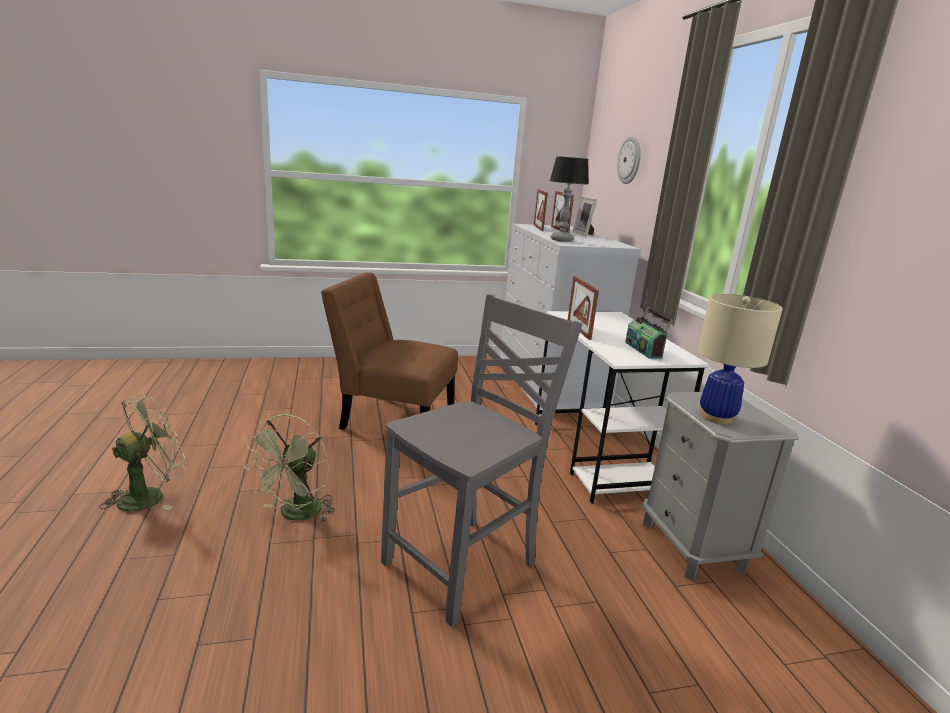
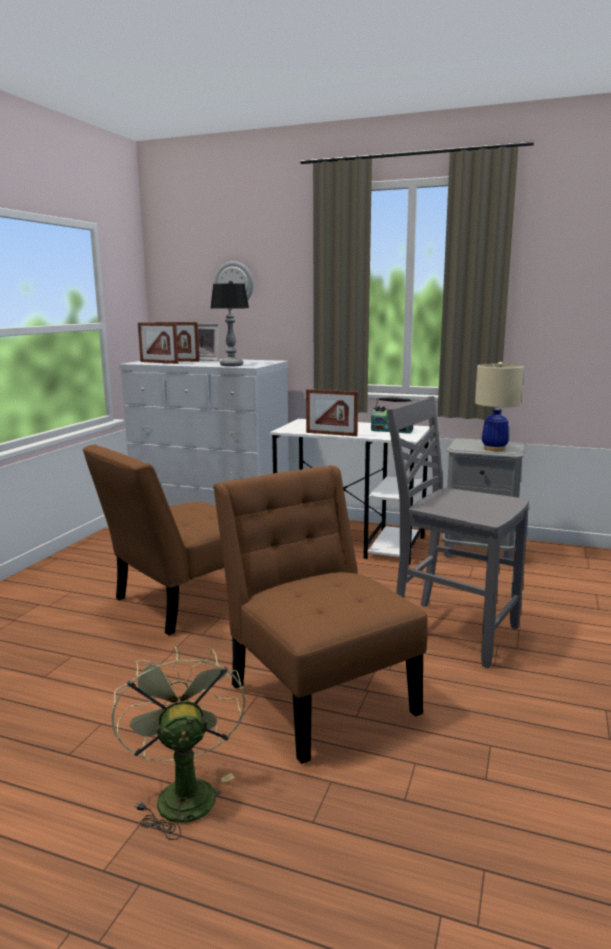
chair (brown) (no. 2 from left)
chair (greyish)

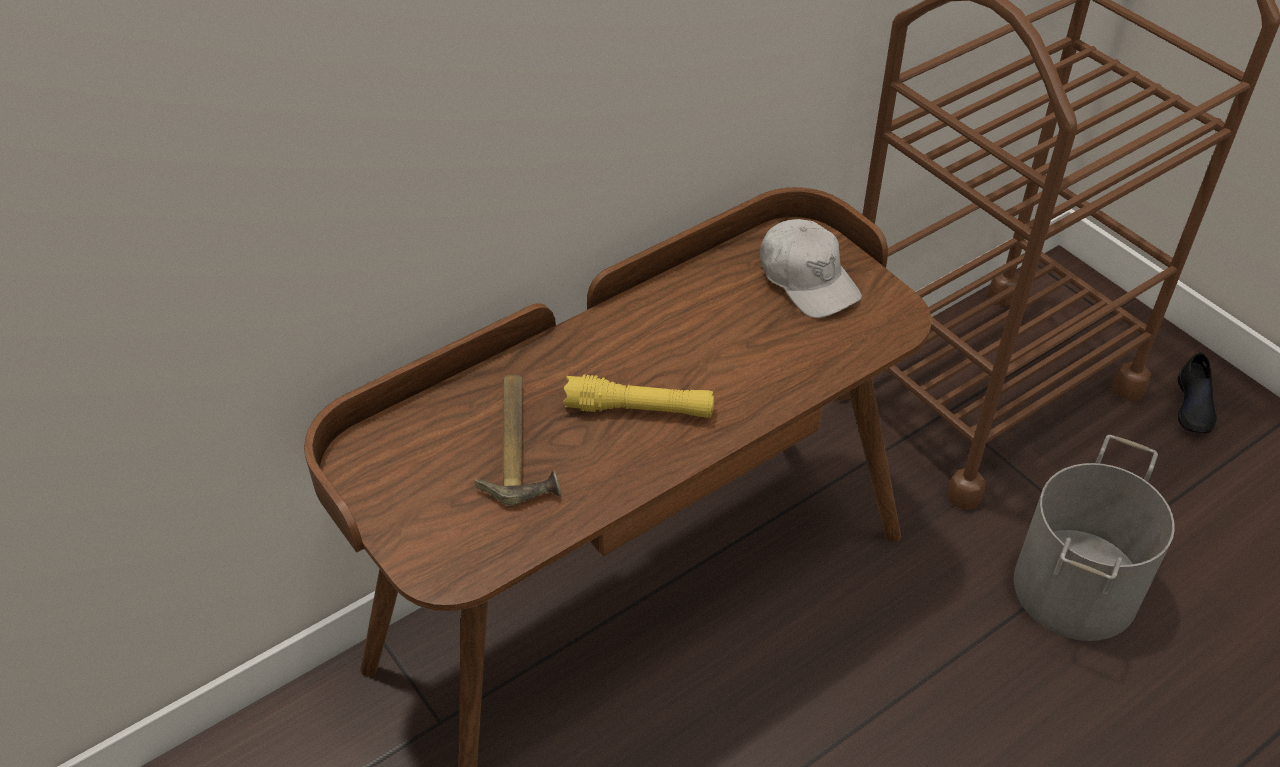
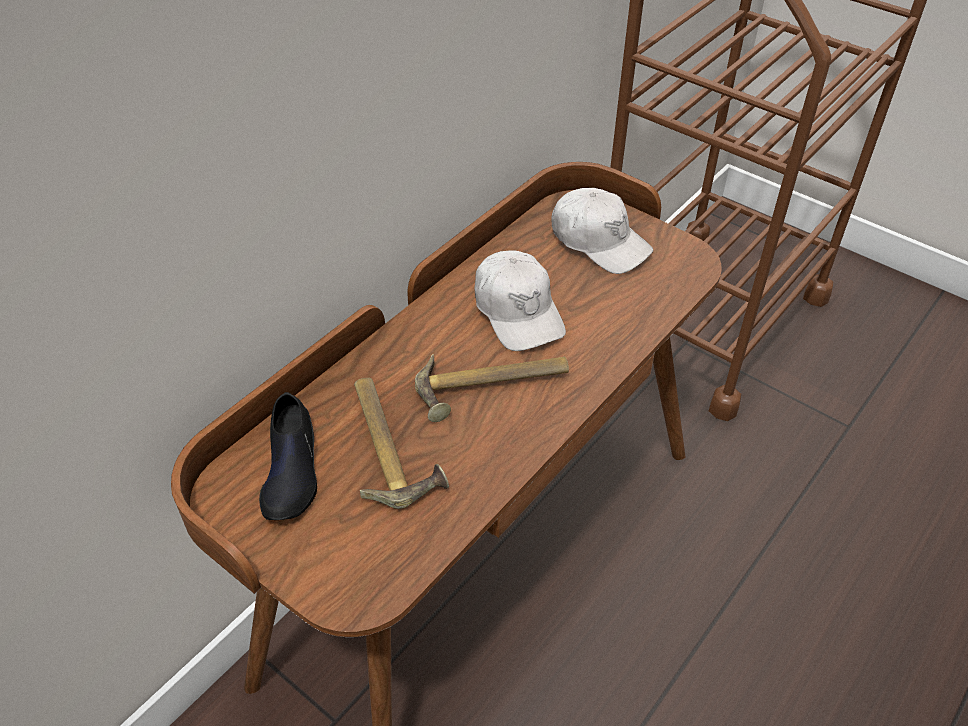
tool hammer (no. 2 from left)
water bucket (greyish)
low shoe (blackish)
peaked cap (white-coloured) (no. 1 from left)

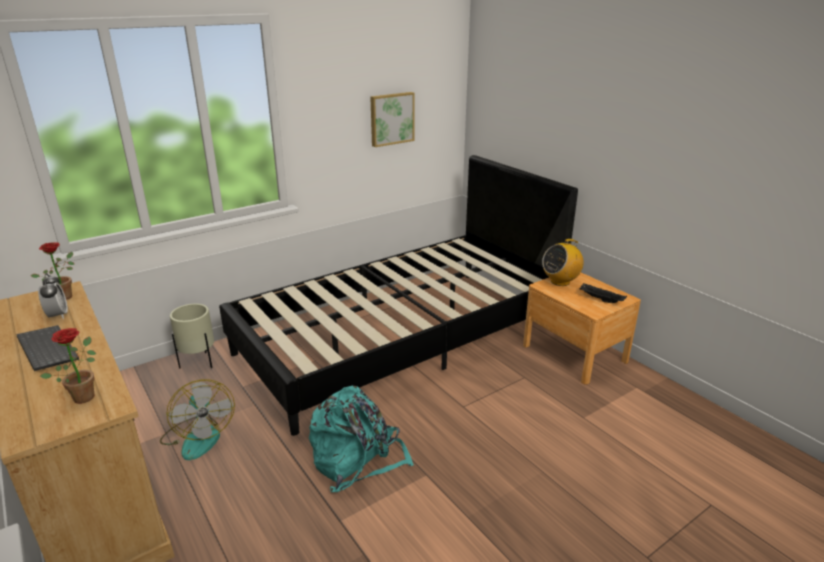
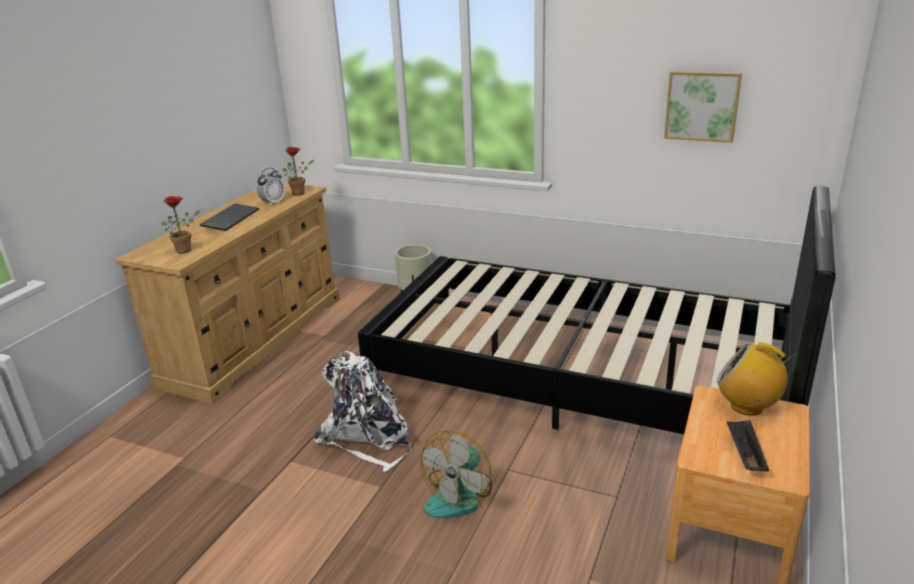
fan
backpack (white-coloured)

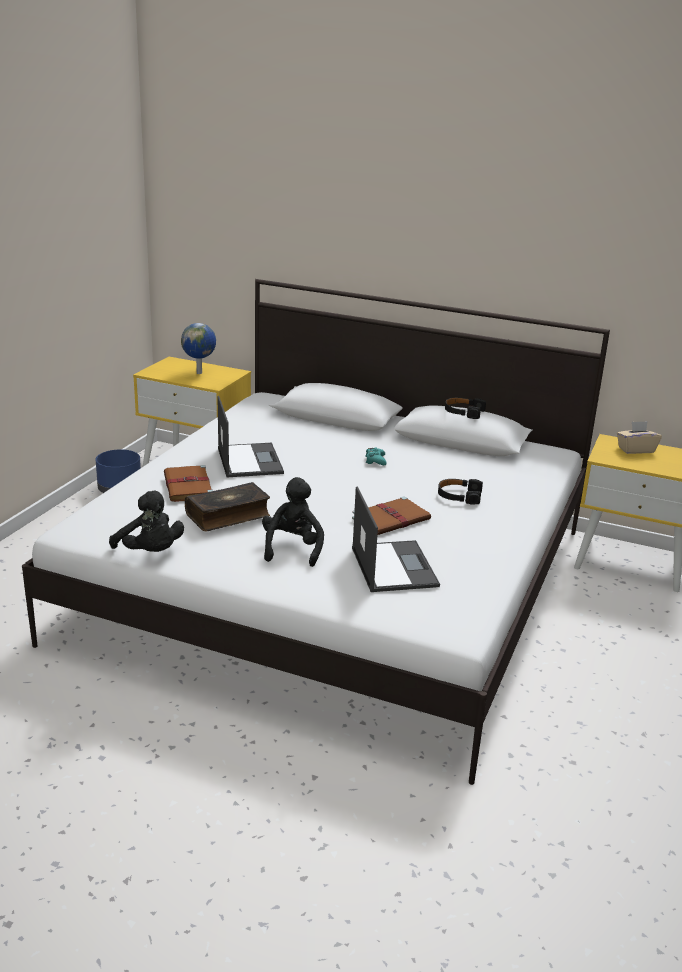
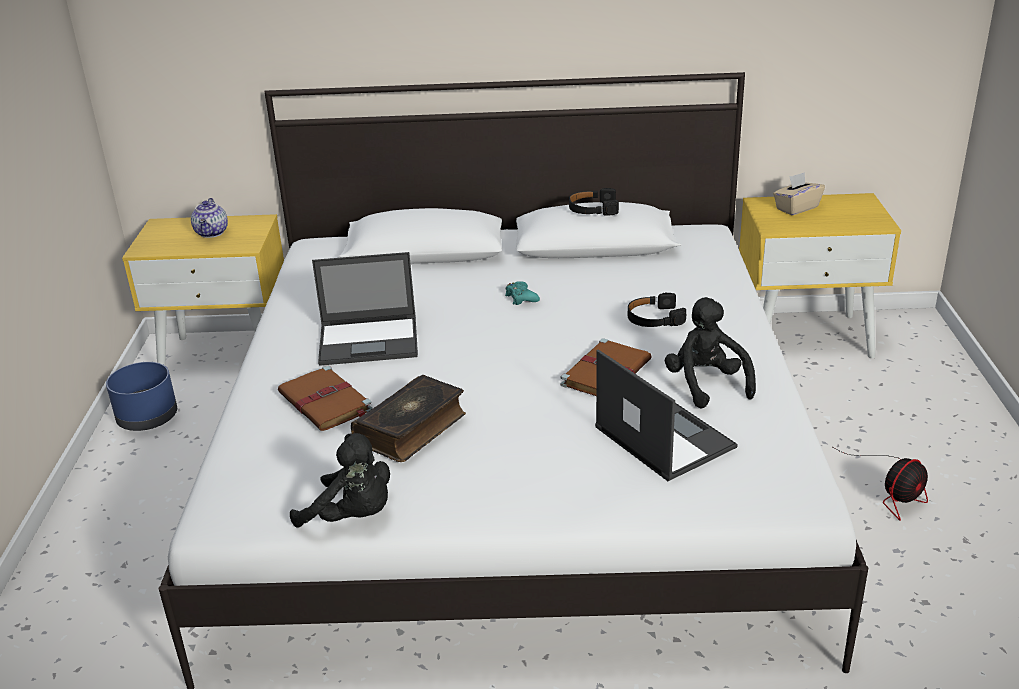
tea pot
notebook computer (no. 1 from left)
plush toy (blackish) (no. 2 from left)
fan

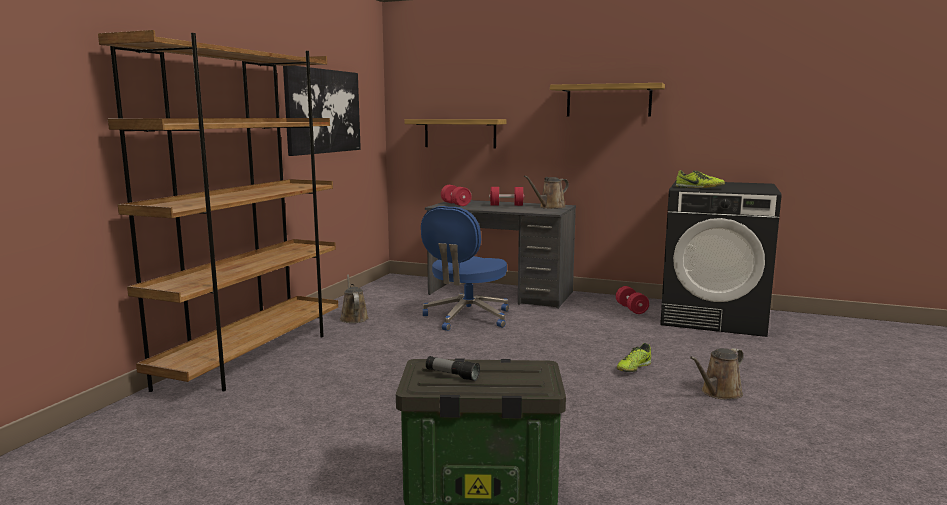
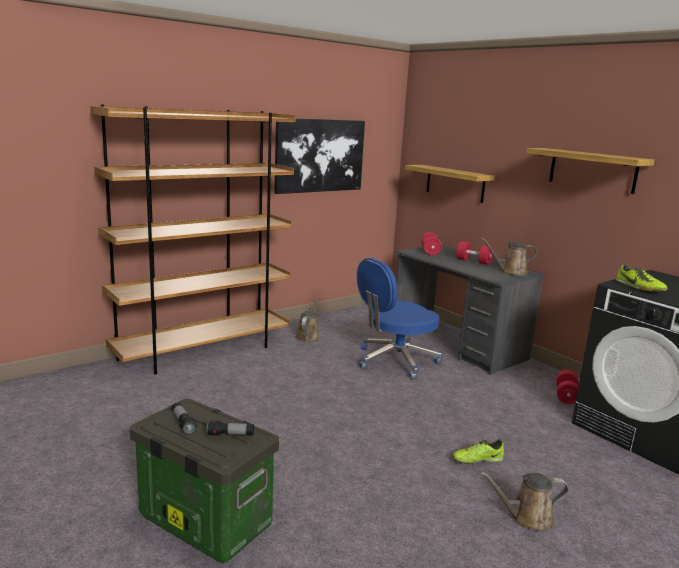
flashlight (no. 2 from left)

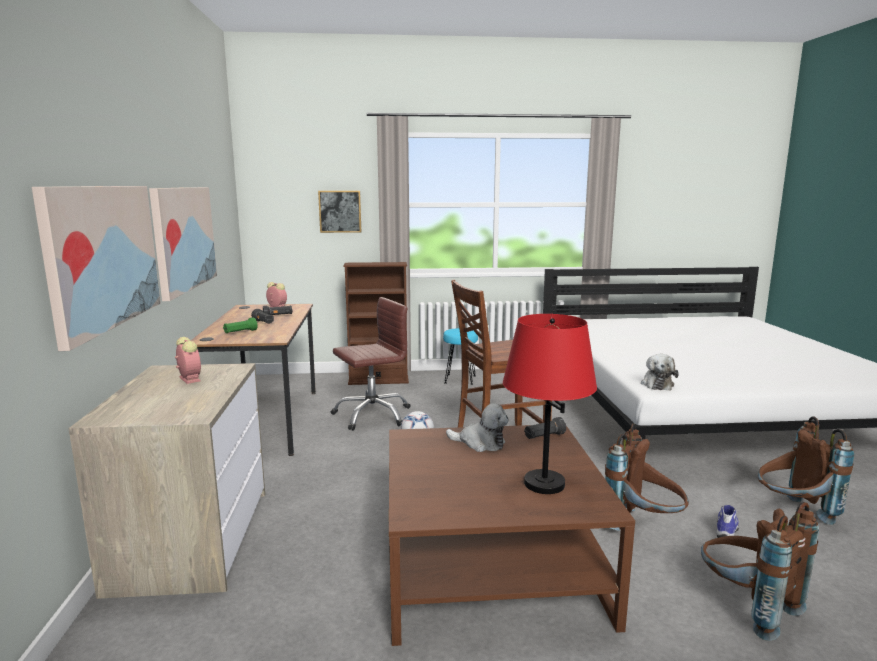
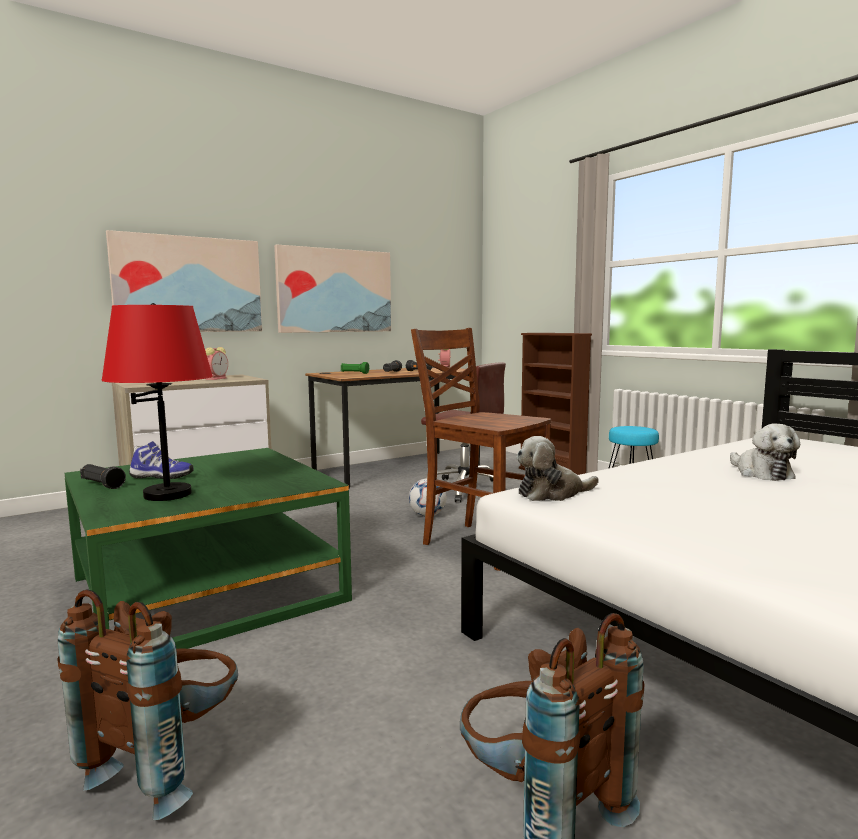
wall picture (no. 3 from left in the first image)
coffee table (green-coloured)
plush toy (no. 2 from left)
flashlight (blackish) (no. 1 from left)
backpack (brown) (no. 1 from left in the first image)
low shoe

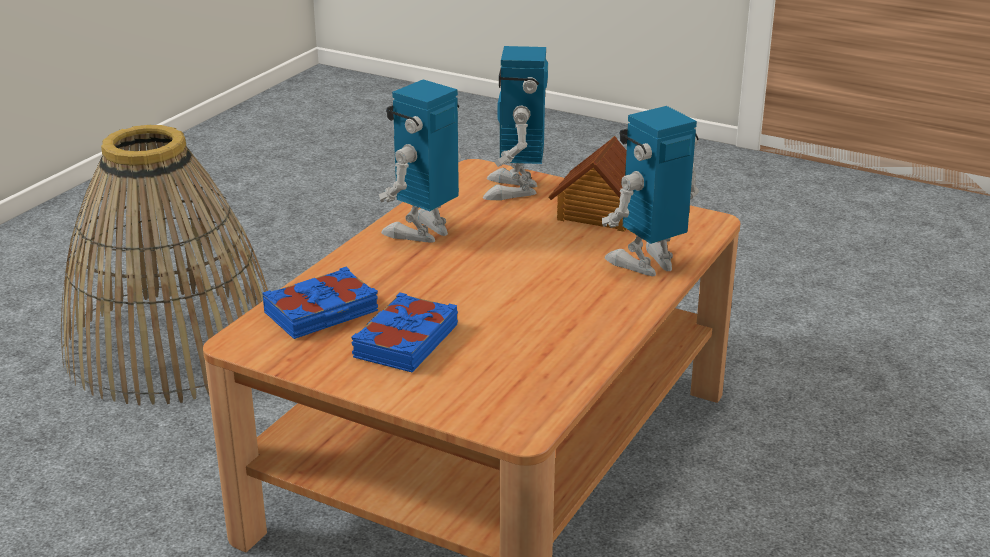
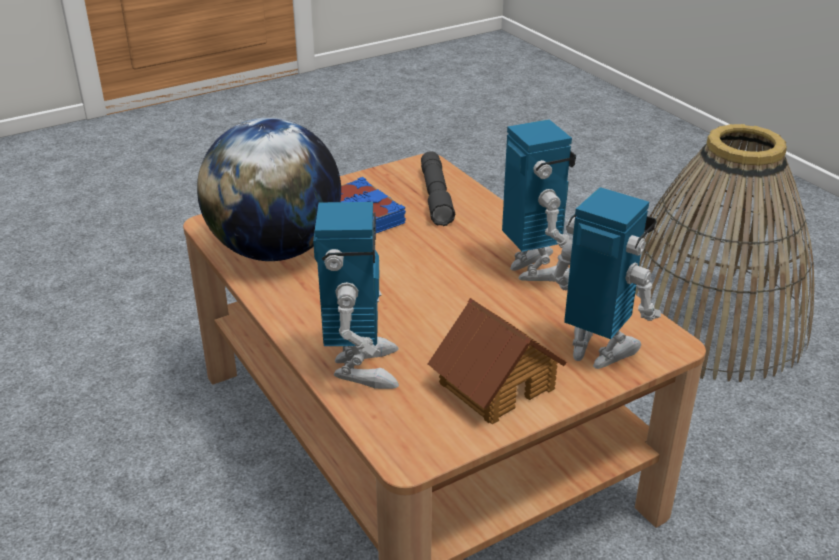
flashlight (greyish)
globe

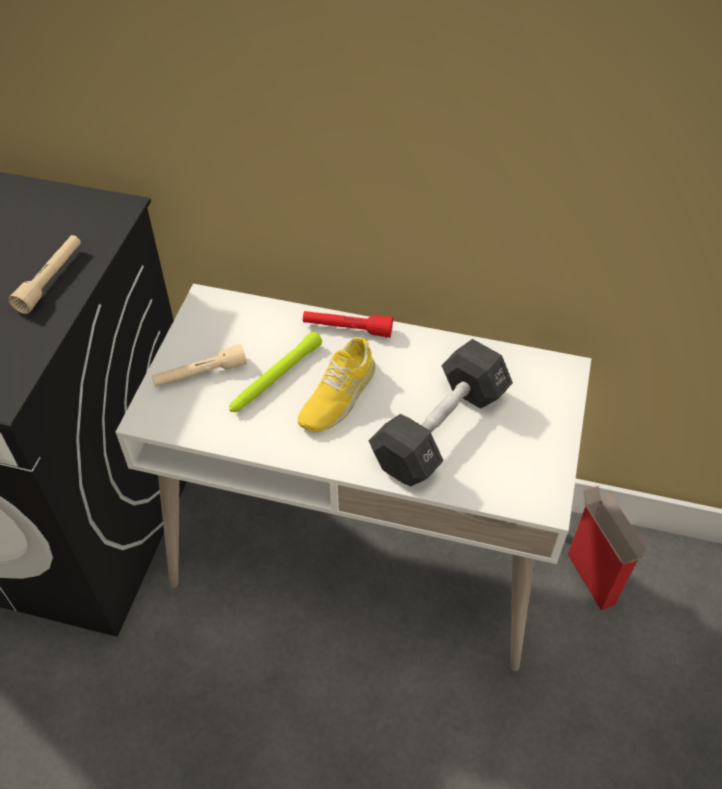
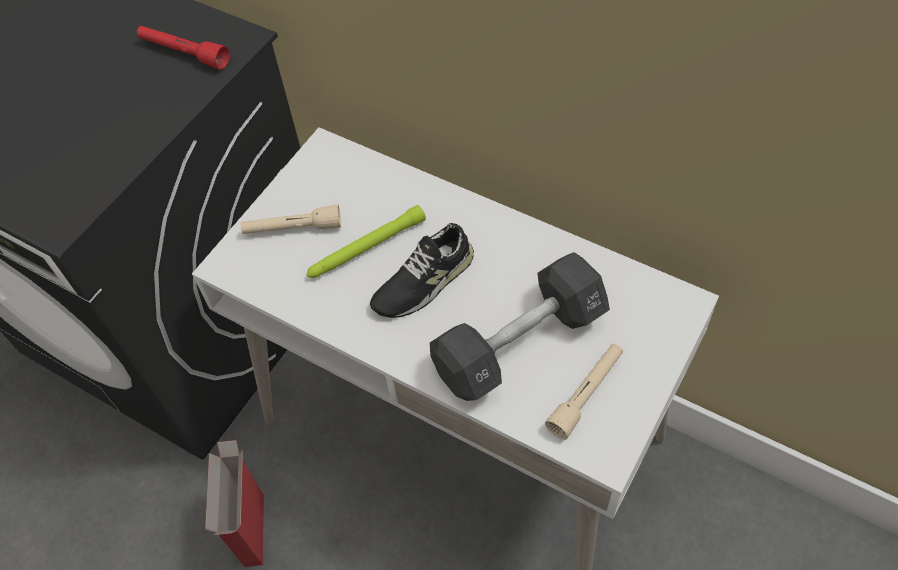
flashlight (beige-coloured) (no. 2 from left)
low shoe (blackish)
flashlight (red)
packing box

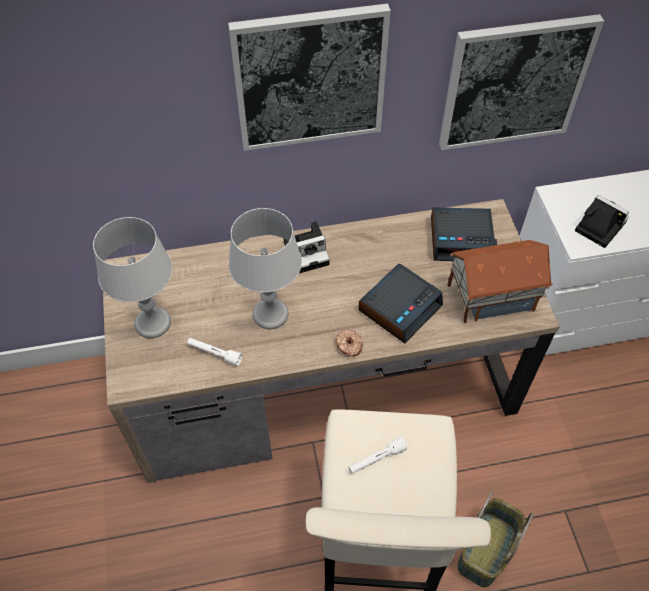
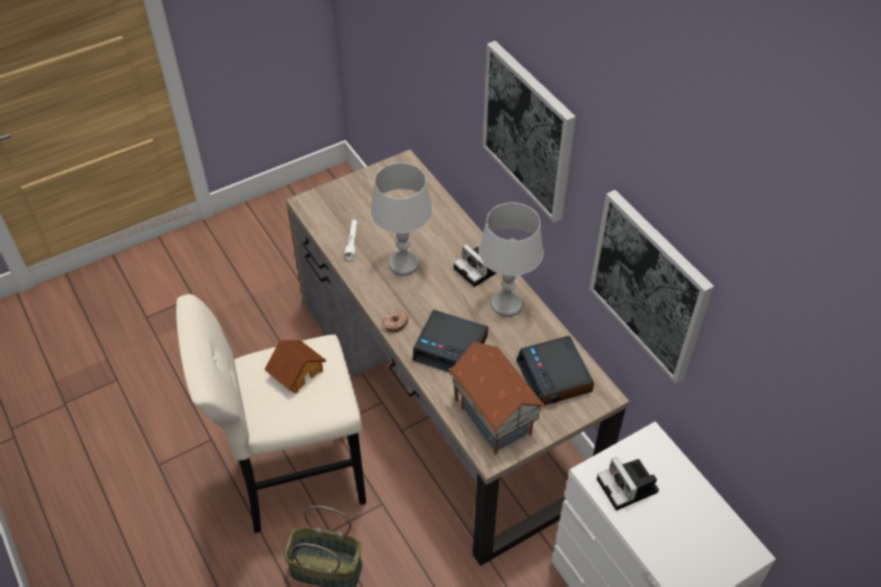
lamp for a table (greyish) (no. 2 from left)
toy house (no. 1 from left)
photo camera (no. 2 from left)

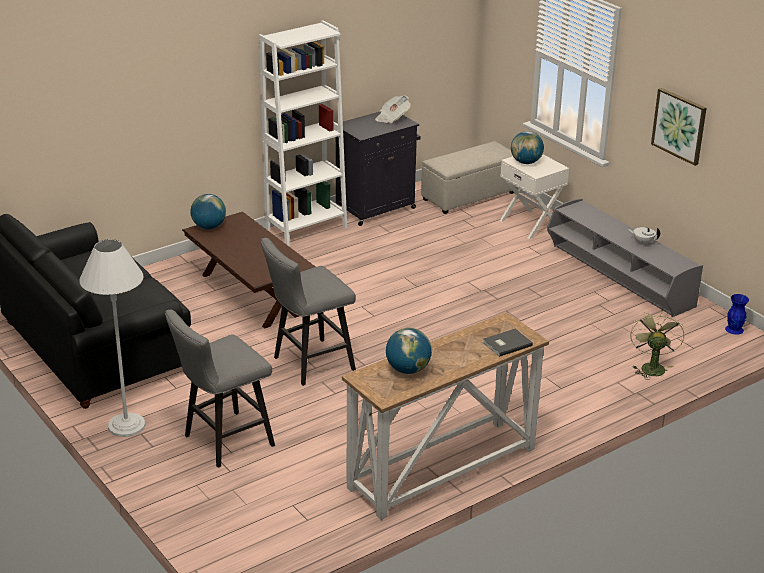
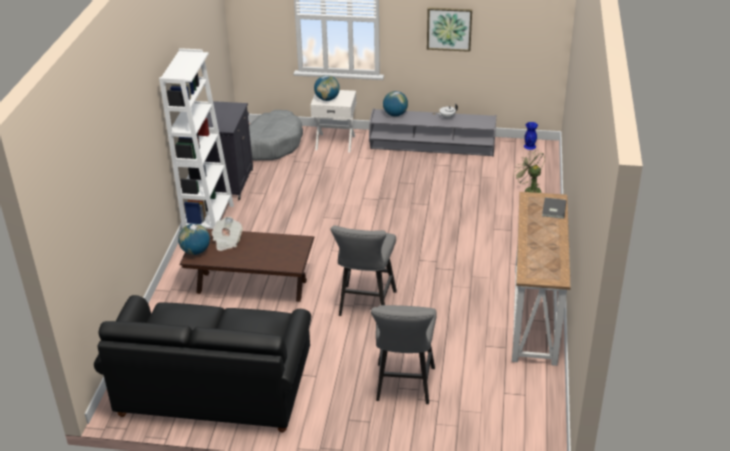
floor lamp (white-coloured)
printed paper
globe (no. 3 from left)
dog bed (greyish)

